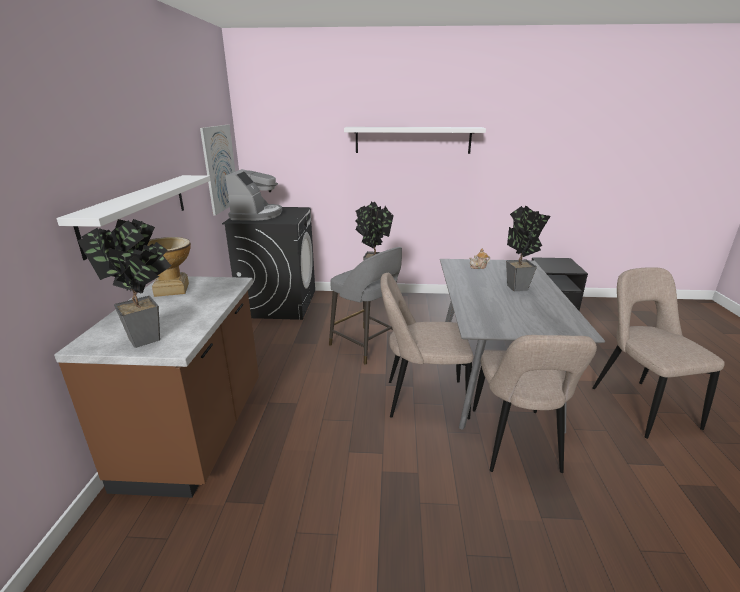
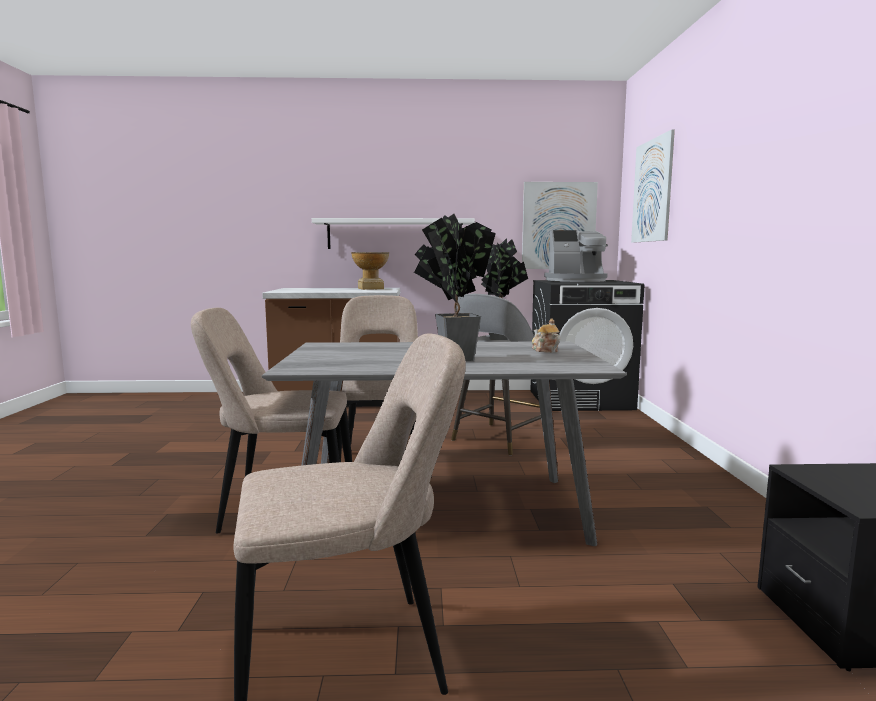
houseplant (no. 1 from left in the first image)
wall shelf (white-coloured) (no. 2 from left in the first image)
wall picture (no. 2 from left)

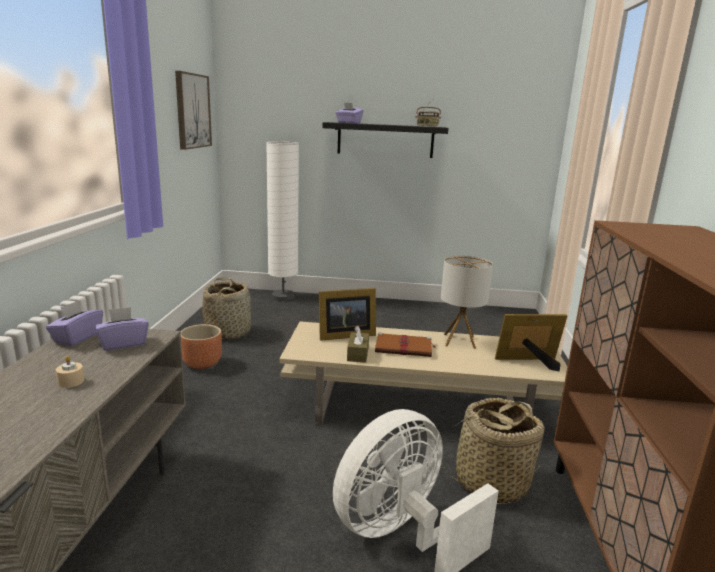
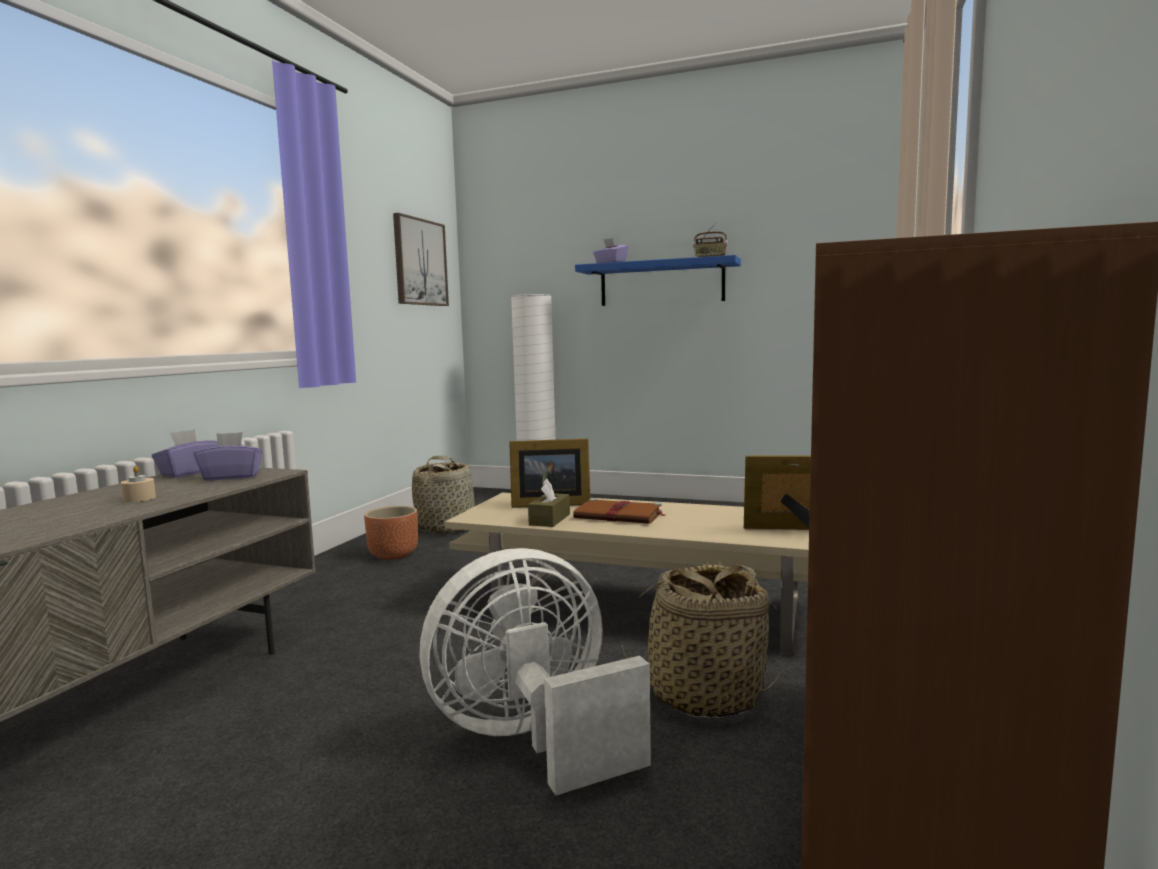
wall shelf (blue)
lamp for a table

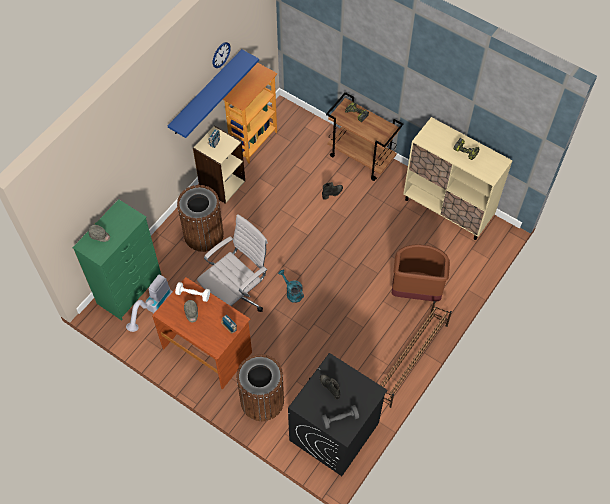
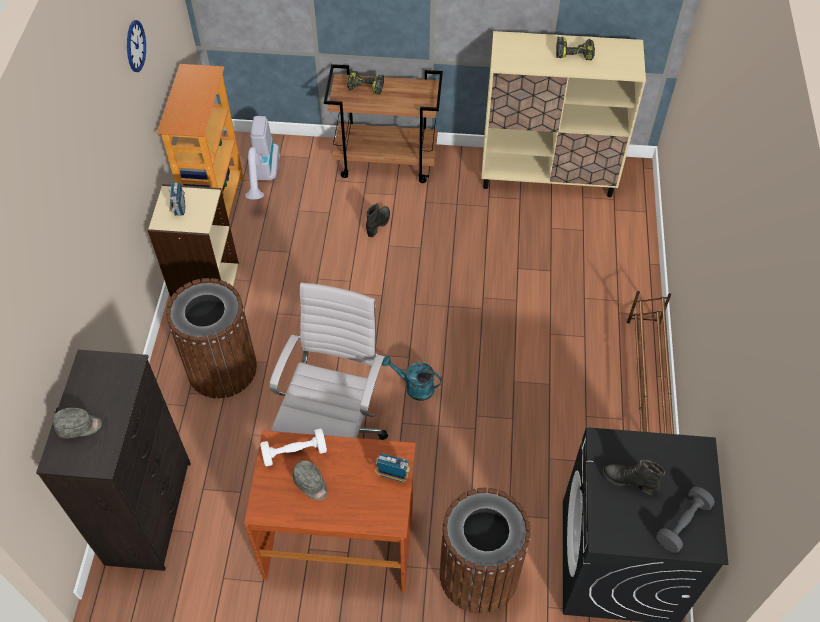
drawer chest (blackish)
hoover
wall shelf (blue)
waste bin (brown) (no. 3 from left in the first image)

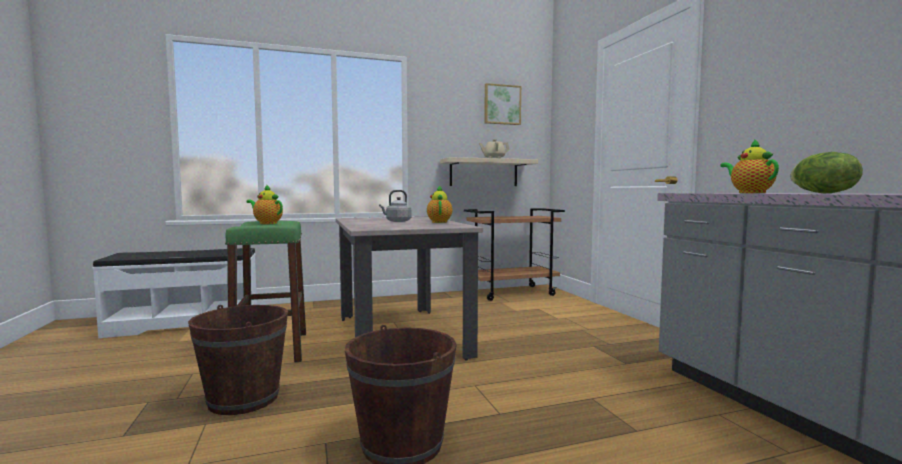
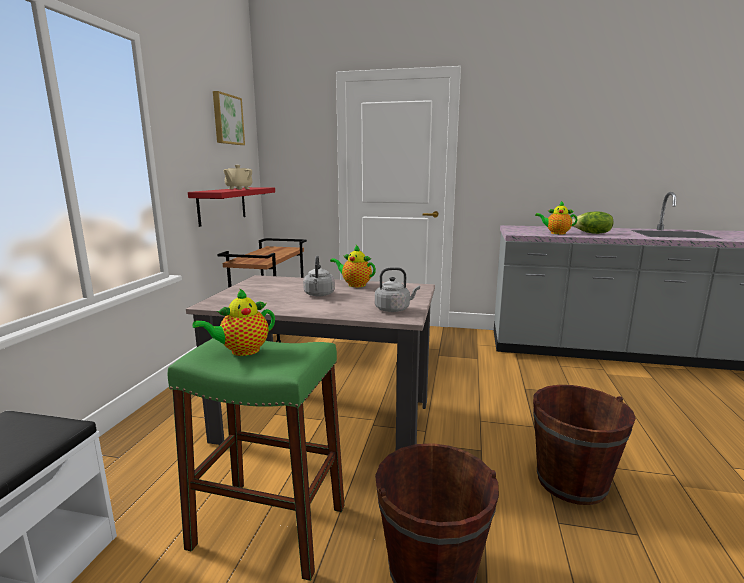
wall shelf (red)
water kettle (greyish) (no. 2 from left)

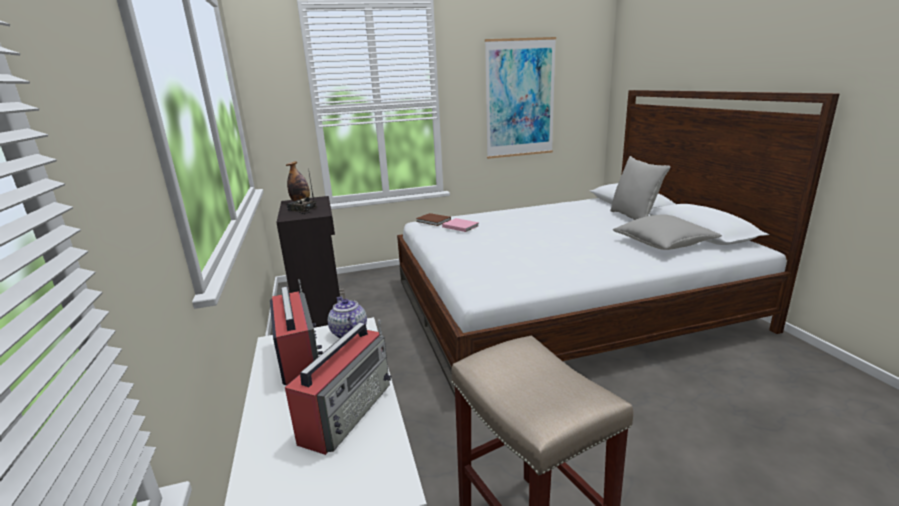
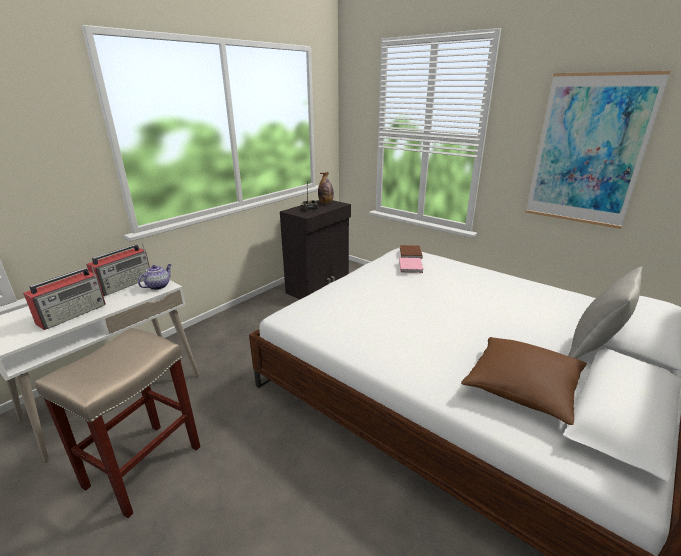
radio (no. 1 from left)
throw pillow (brown)

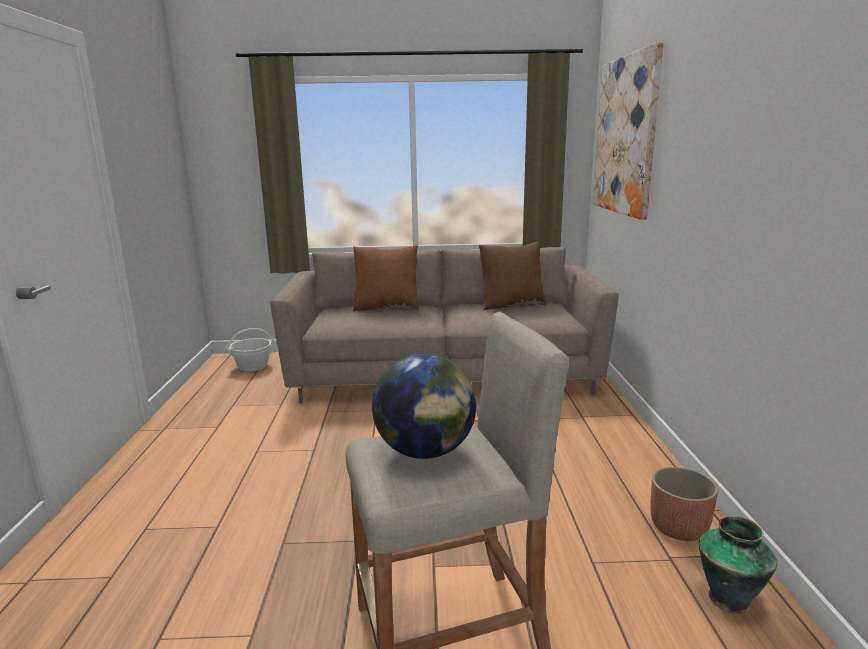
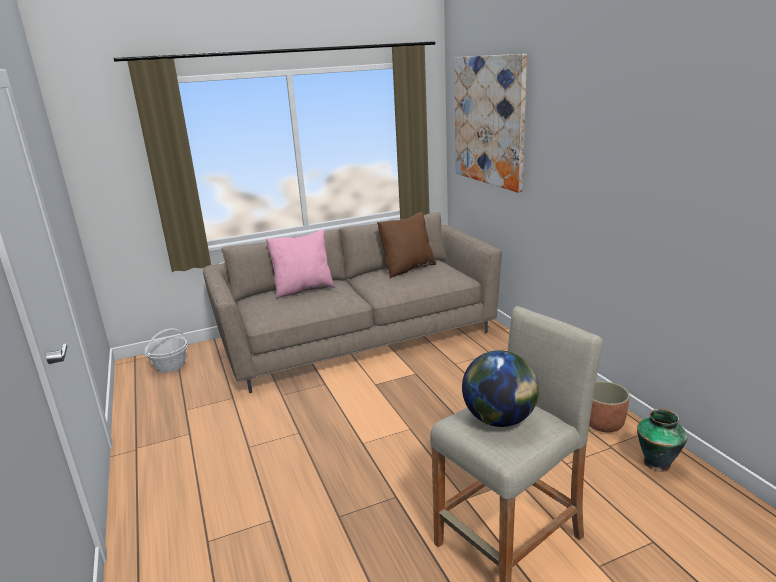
throw pillow (pinkish)

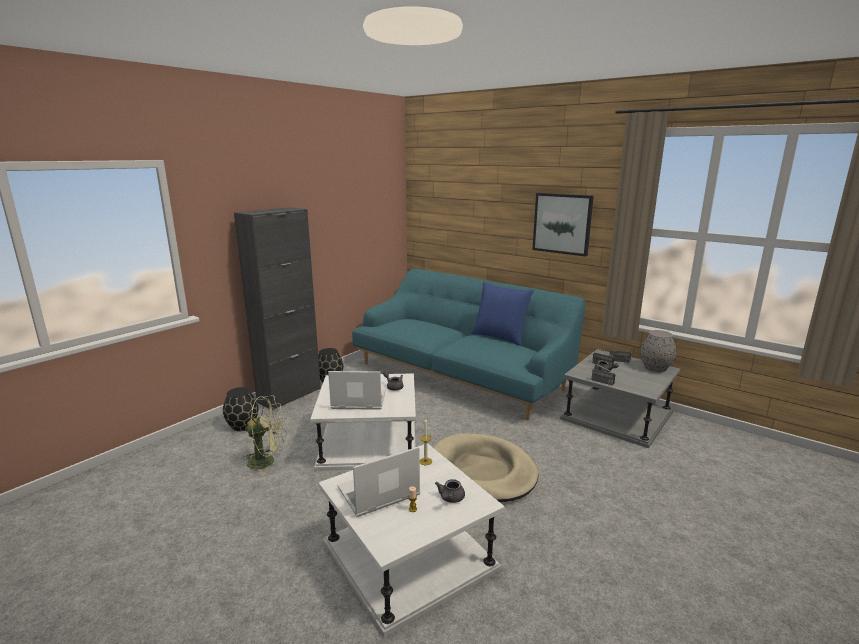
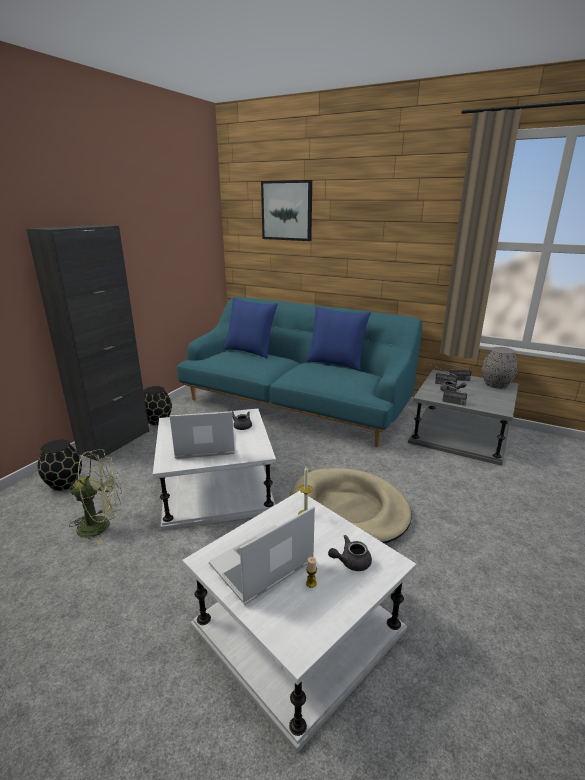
tea pot (greyish) (no. 2 from left)
wall picture
throw pillow (blue) (no. 1 from left)

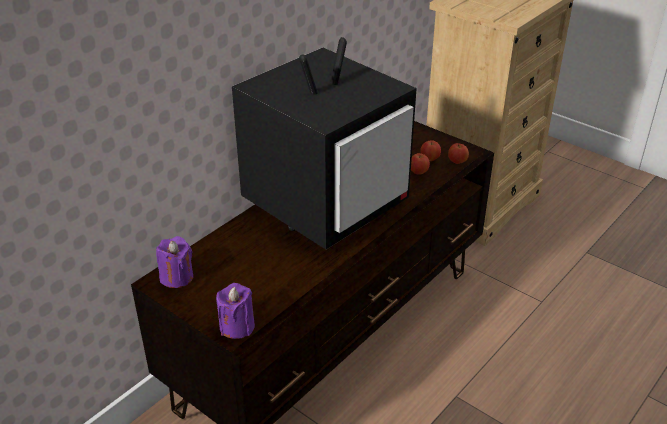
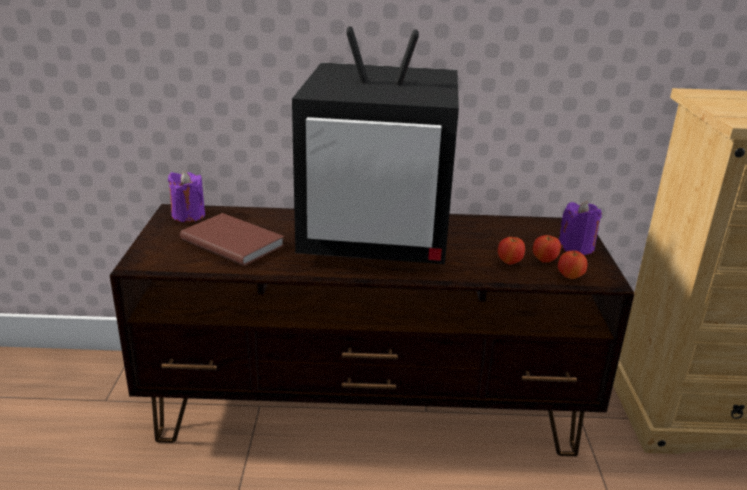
candle (purple-coloured) (no. 2 from left)
volume (brown)

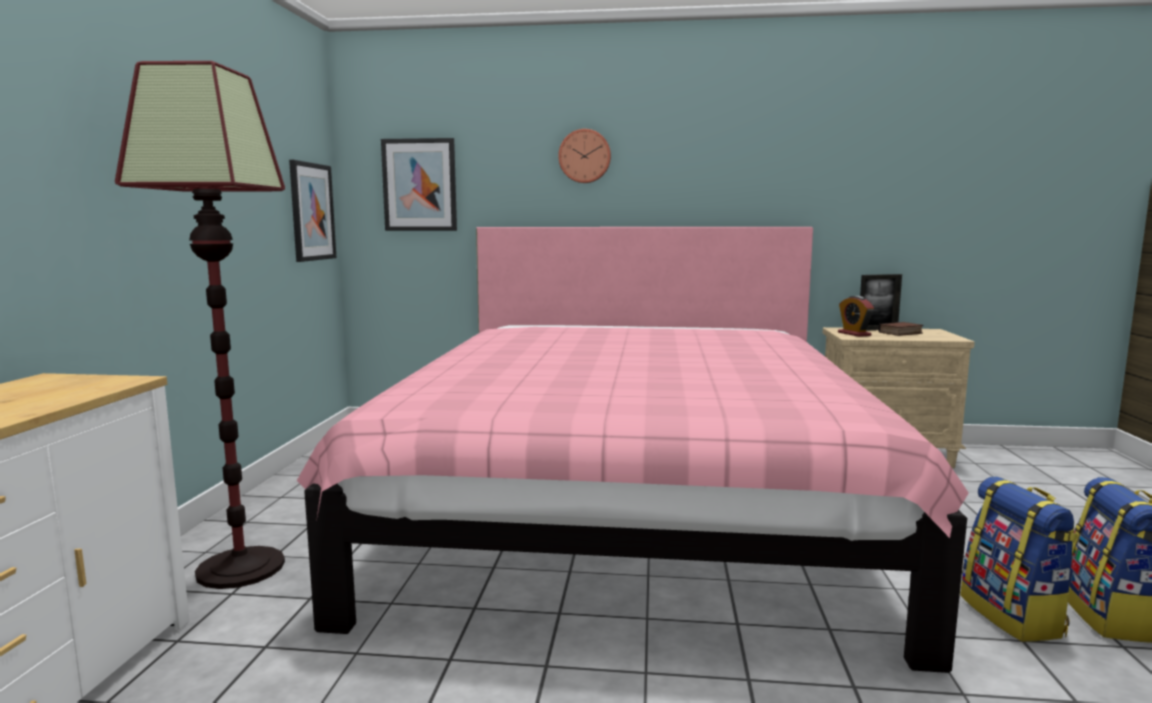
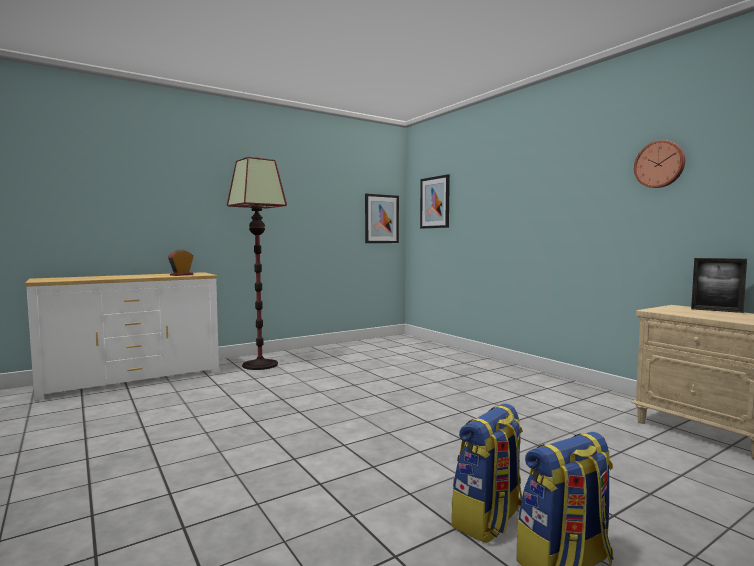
bed (pinkish)
hanging clock
alarm clock
volume

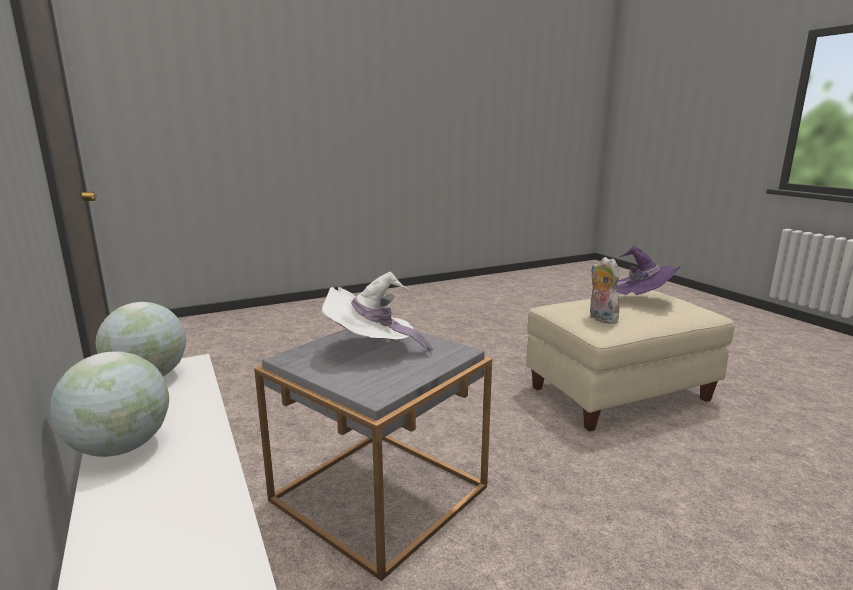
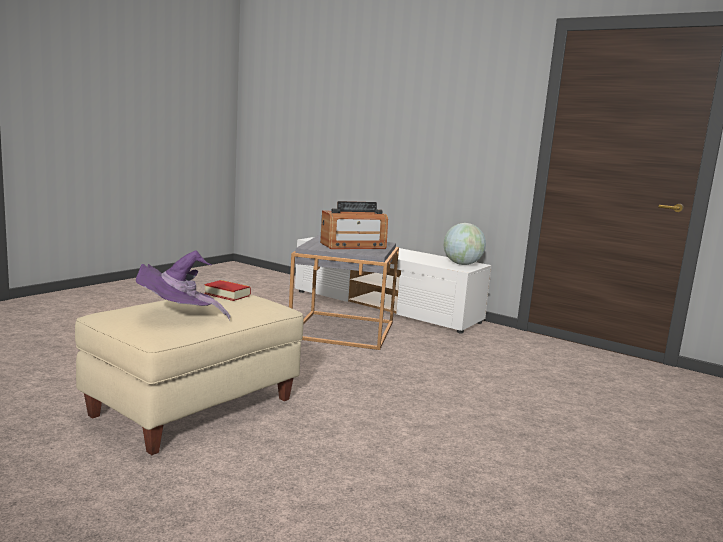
globe (no. 1 from left in the first image)
radio
volume

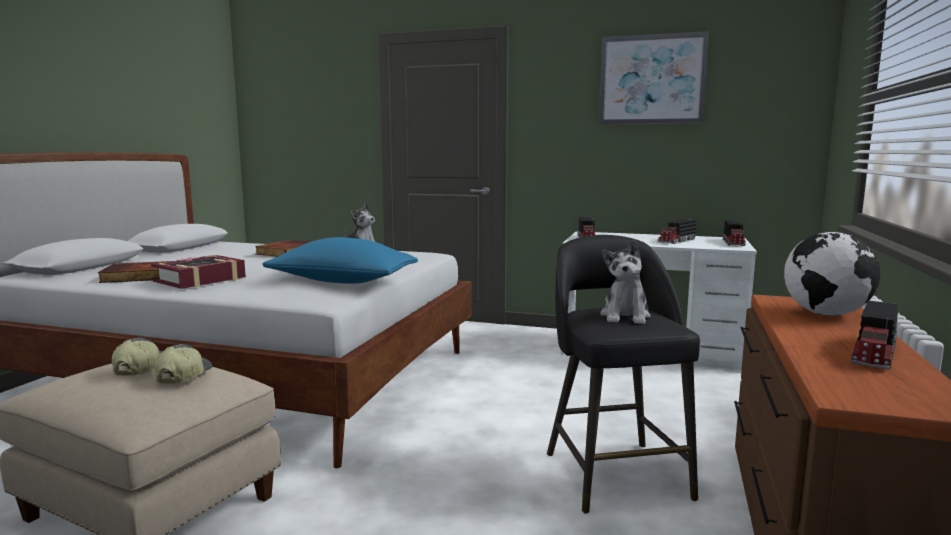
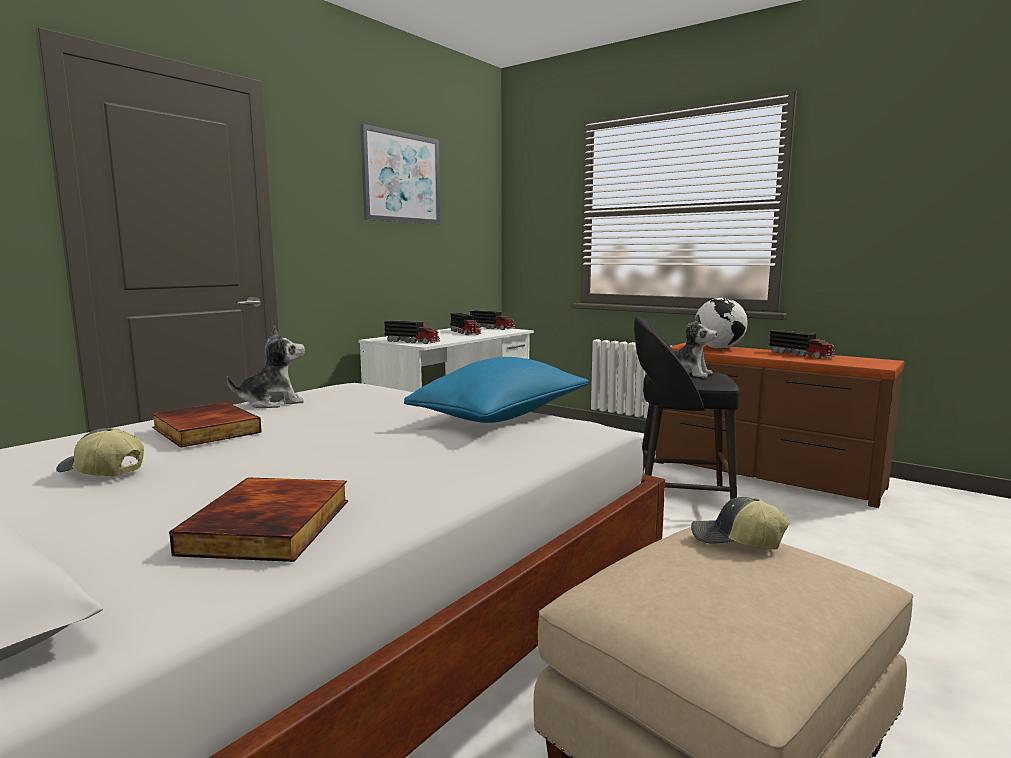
peaked cap (no. 1 from left)
volume (no. 2 from left in the first image)

